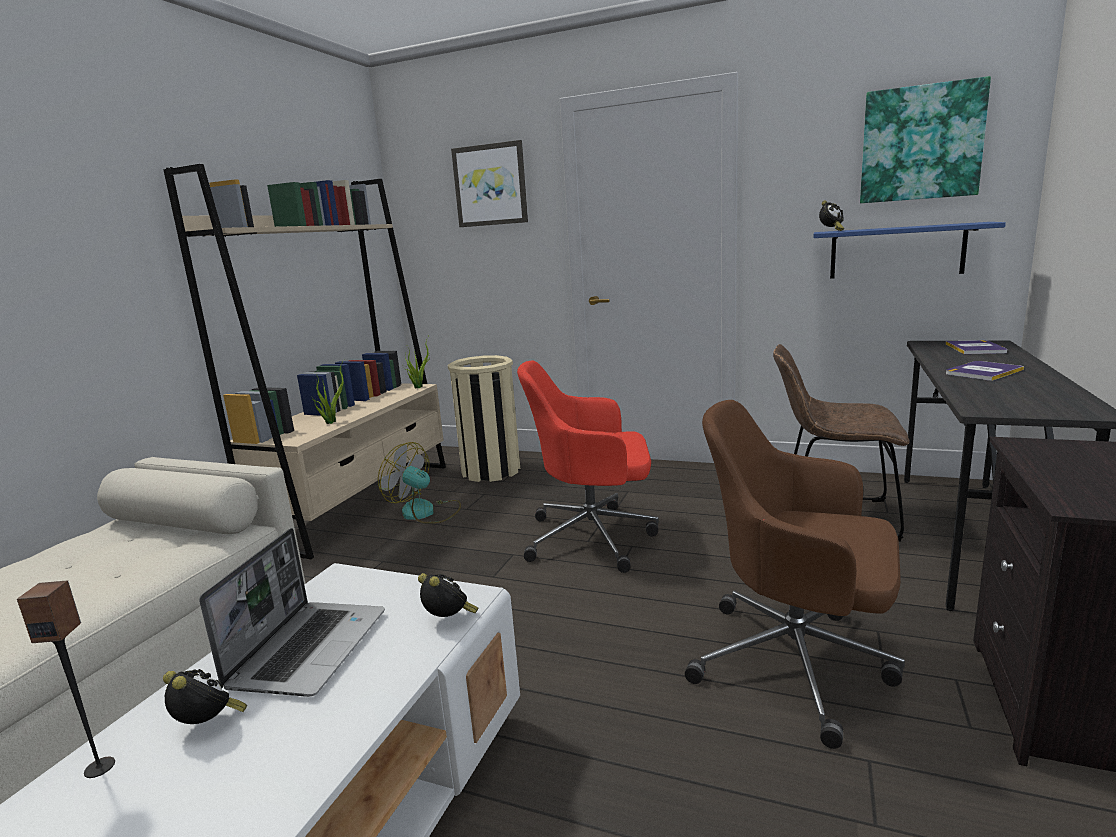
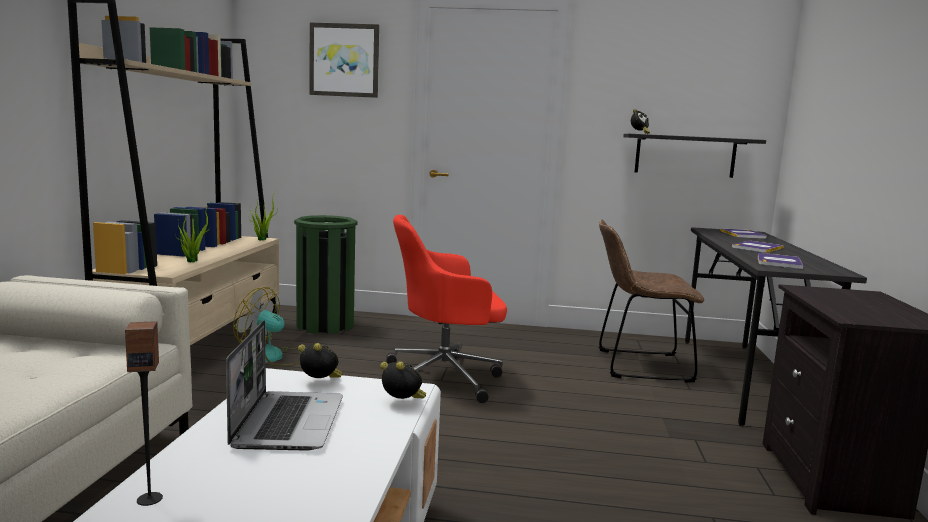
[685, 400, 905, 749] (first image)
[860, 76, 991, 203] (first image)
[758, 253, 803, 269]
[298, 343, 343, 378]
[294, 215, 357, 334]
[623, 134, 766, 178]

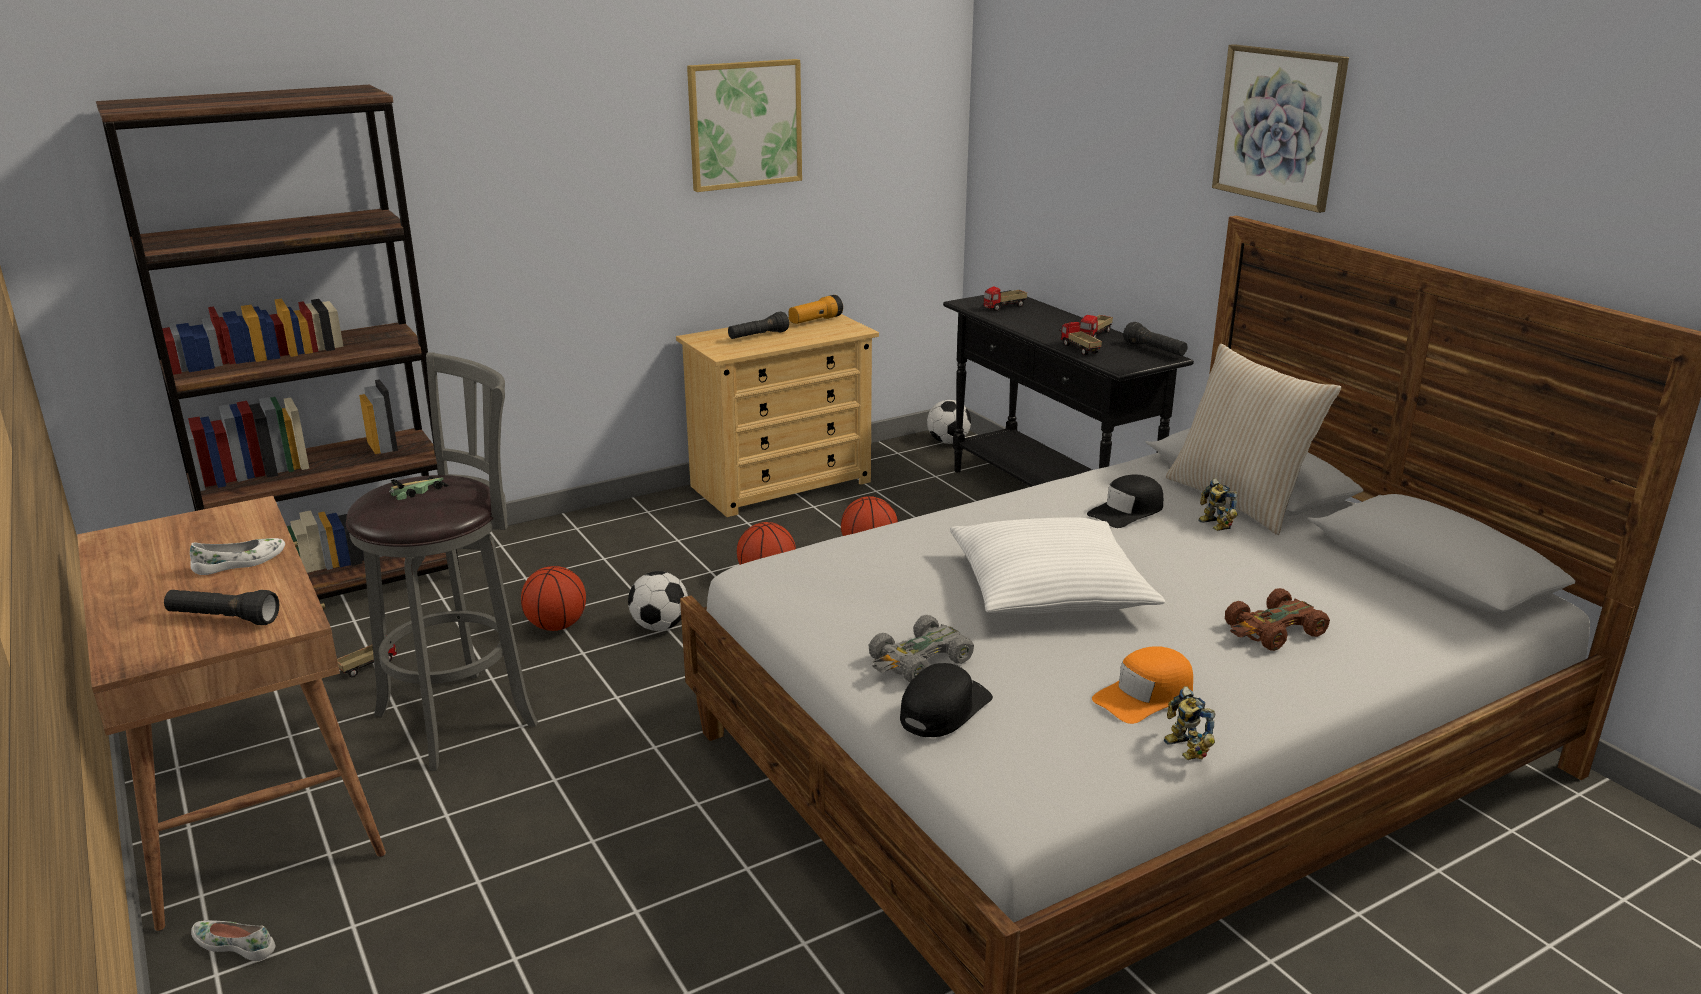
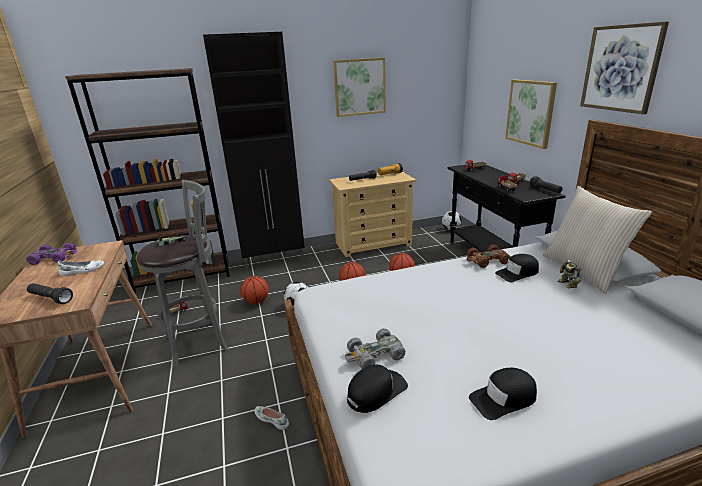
[950, 517, 1165, 614] (first image)
[1163, 686, 1216, 760] (first image)
[26, 243, 77, 265]
[203, 32, 305, 270]
[505, 80, 557, 149]
[255, 406, 289, 430]
[466, 245, 510, 268]
[469, 368, 537, 420]

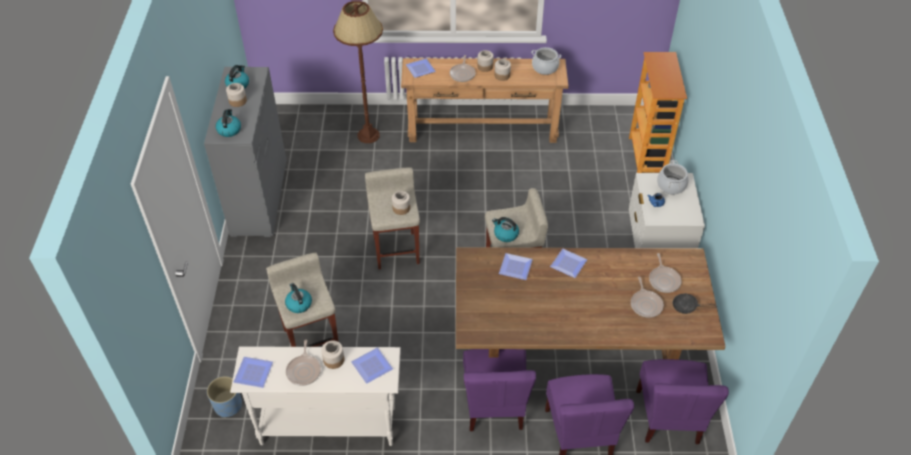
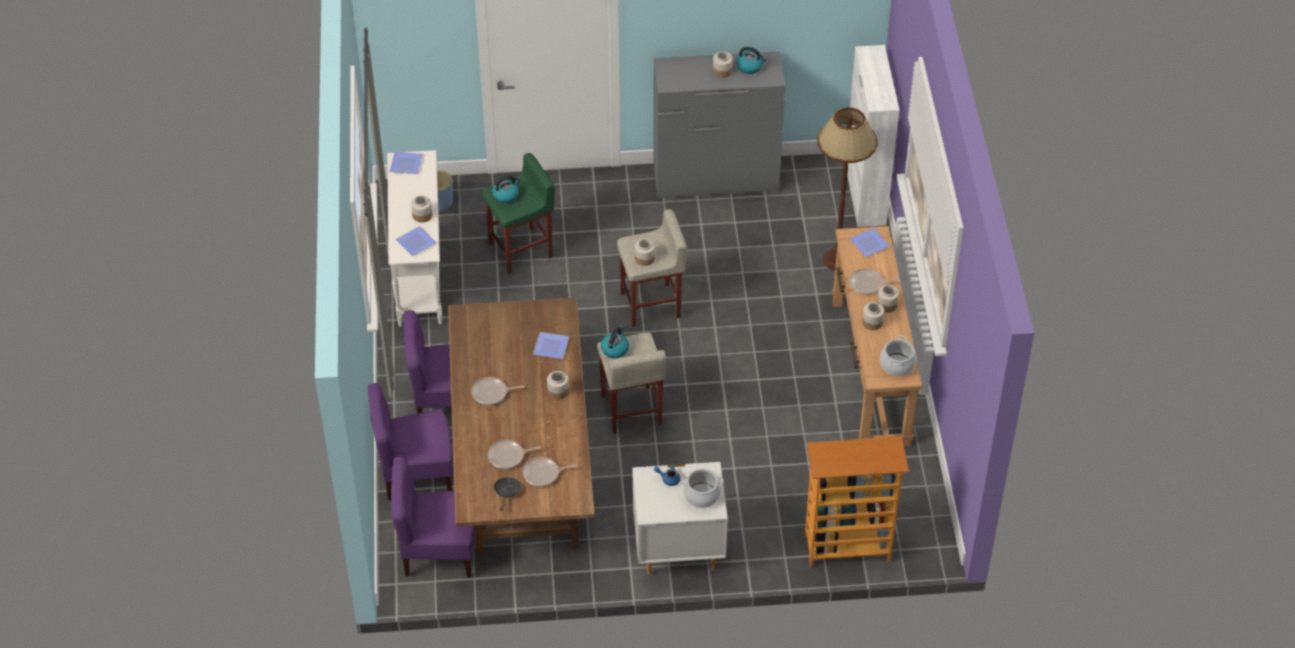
[216, 109, 241, 137] (first image)
[847, 45, 899, 227]
[472, 377, 525, 405]
[547, 371, 569, 400]
[482, 153, 555, 274]

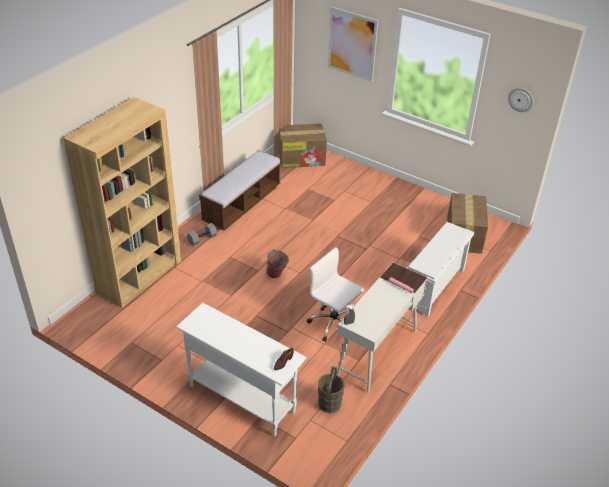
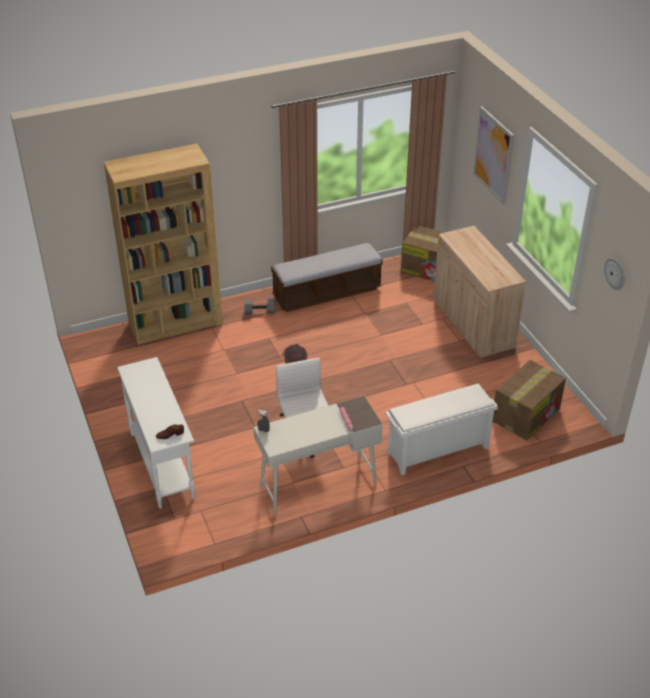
[318, 366, 345, 413] (first image)
[433, 226, 526, 358]

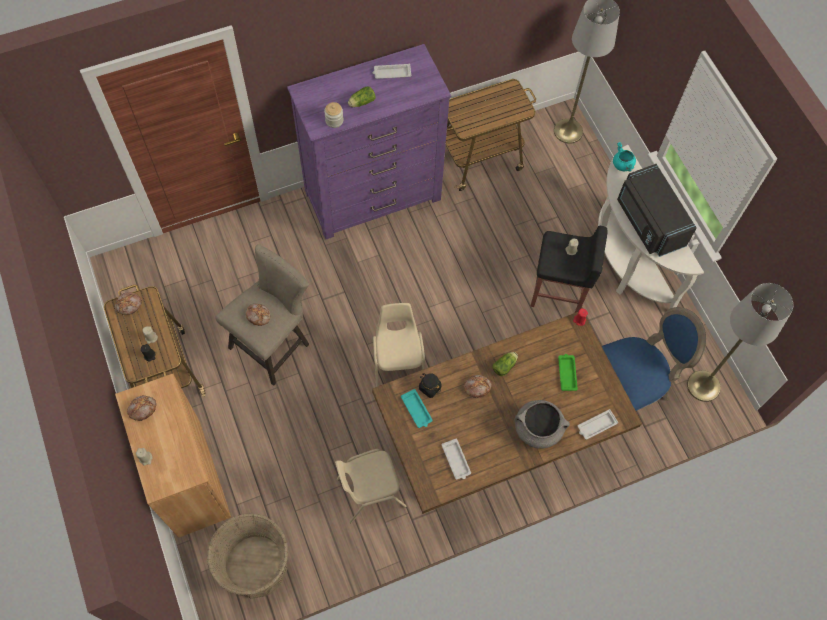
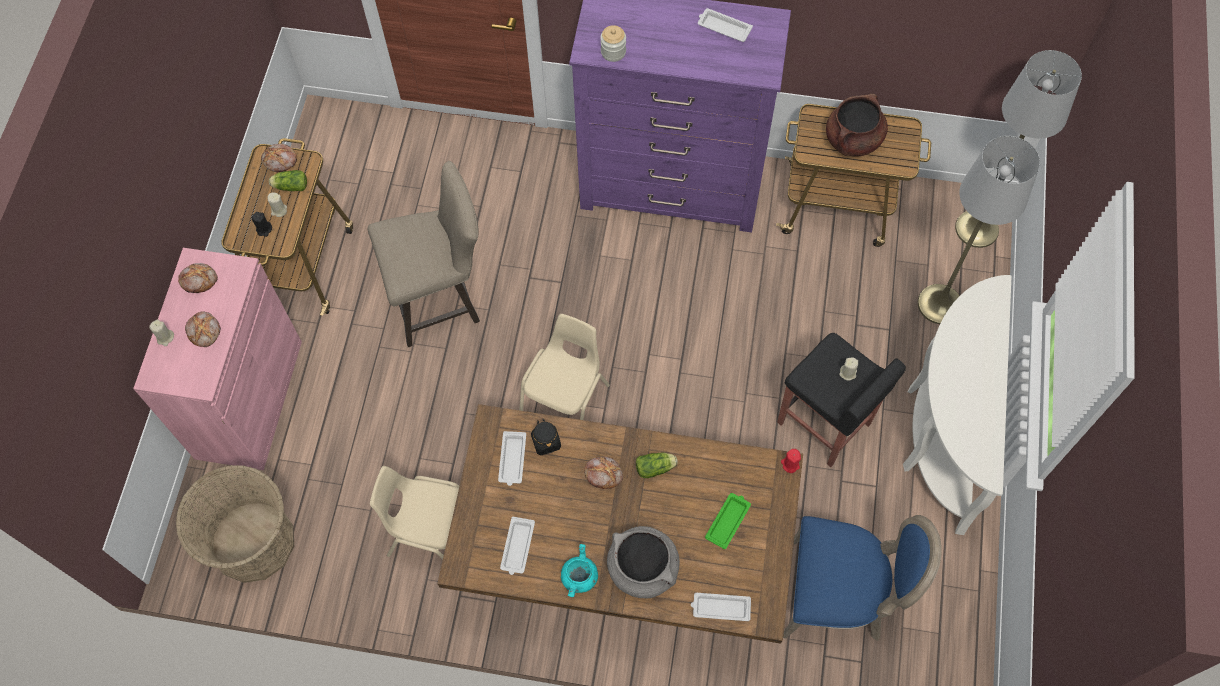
[617, 164, 697, 257] (first image)
[826, 94, 888, 157]
[185, 311, 221, 347]
[269, 170, 307, 191]
[561, 544, 598, 597]
[918, 136, 1040, 324]
[133, 248, 302, 470]
[498, 431, 526, 486]

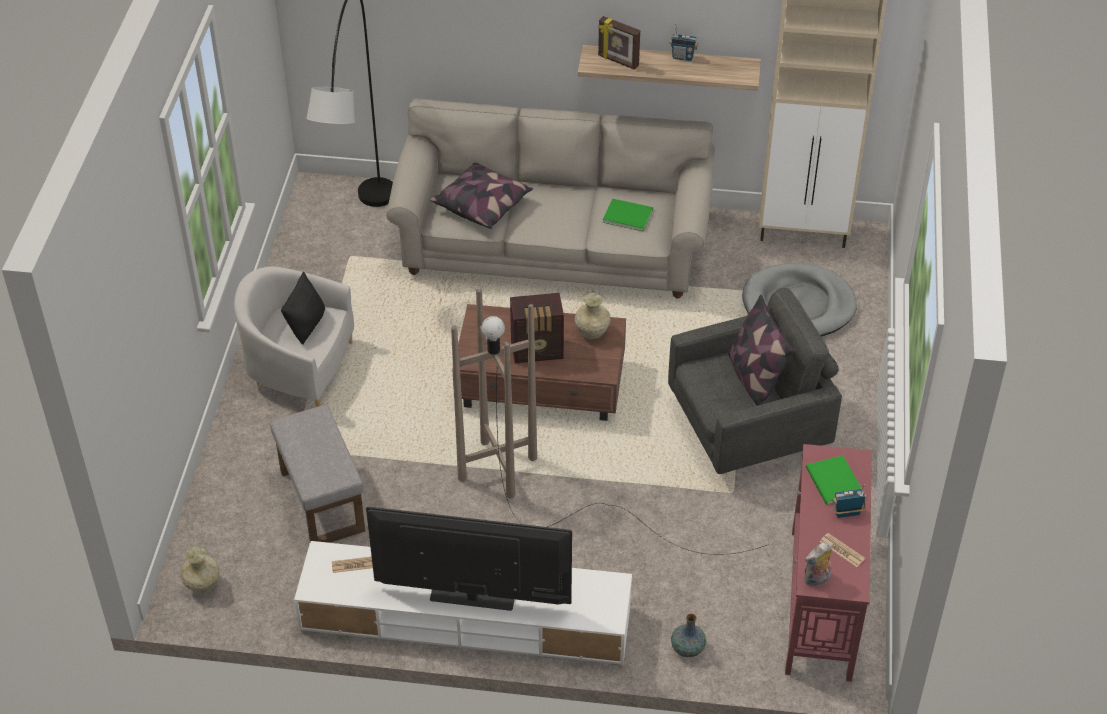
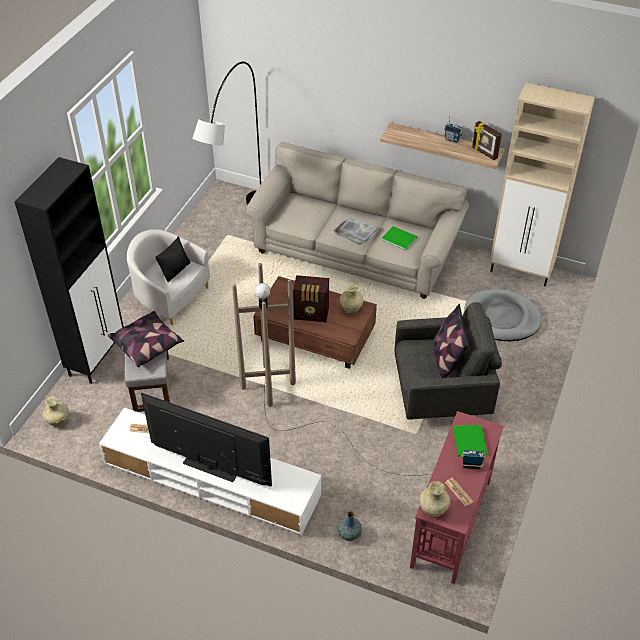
[14, 157, 124, 384]
[334, 218, 380, 245]
[108, 311, 184, 367]
[472, 121, 502, 160]
[419, 481, 450, 517]

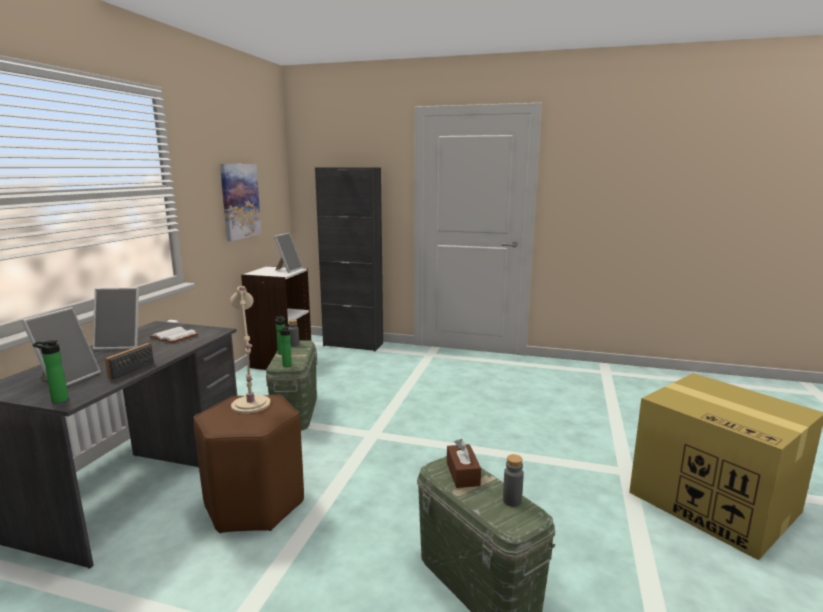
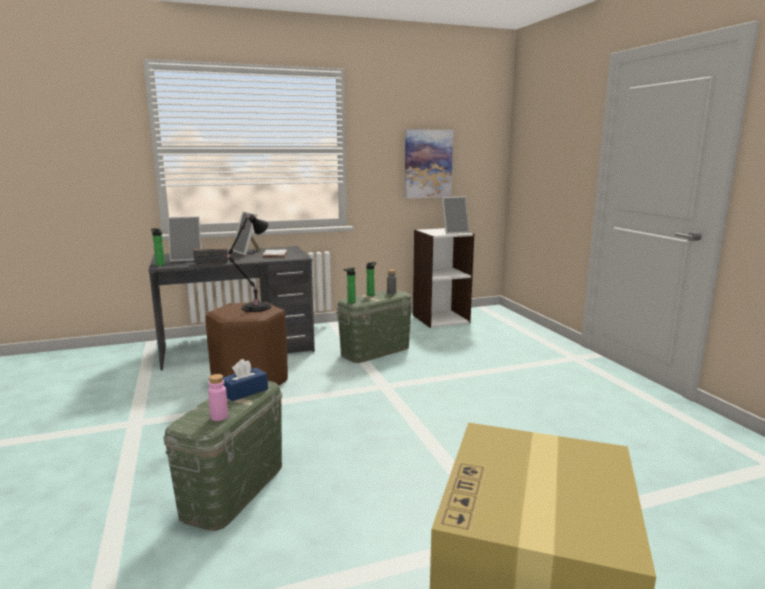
[315, 167, 383, 351] (first image)
[227, 215, 271, 312]
[223, 359, 268, 401]
[208, 374, 228, 421]

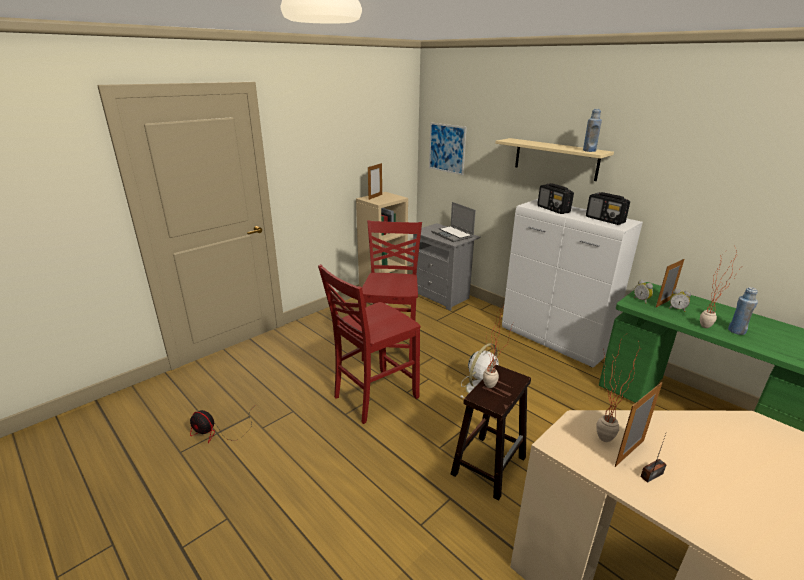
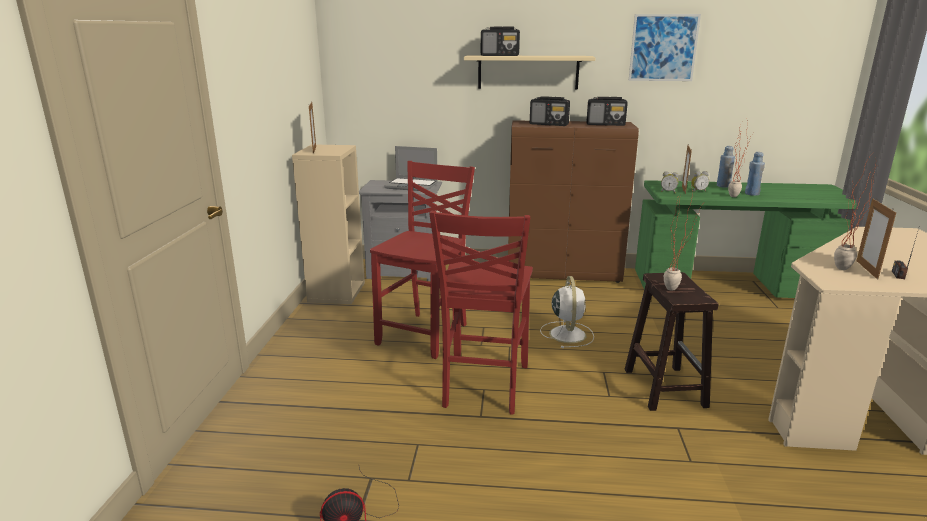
[481, 27, 520, 56]
[629, 14, 701, 81]
[717, 146, 735, 188]
[508, 120, 639, 283]
[370, 161, 475, 359]

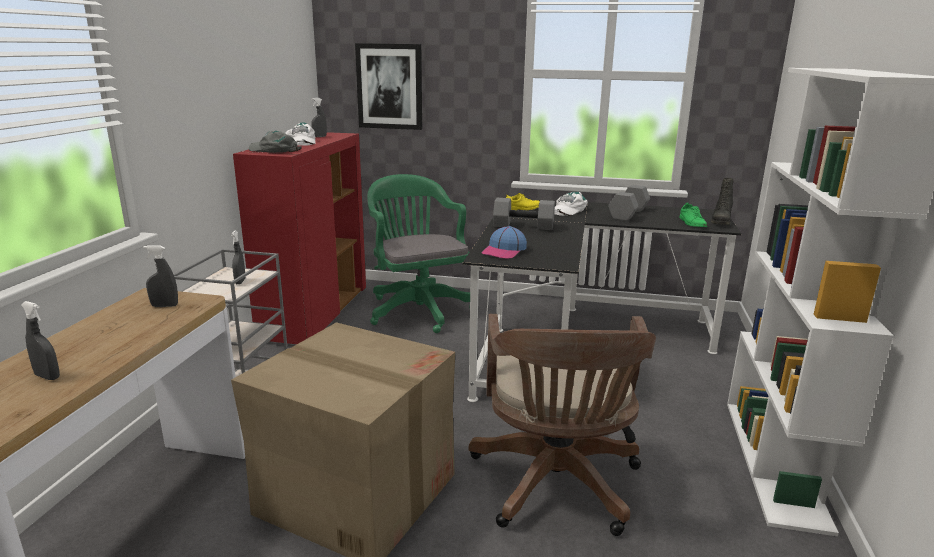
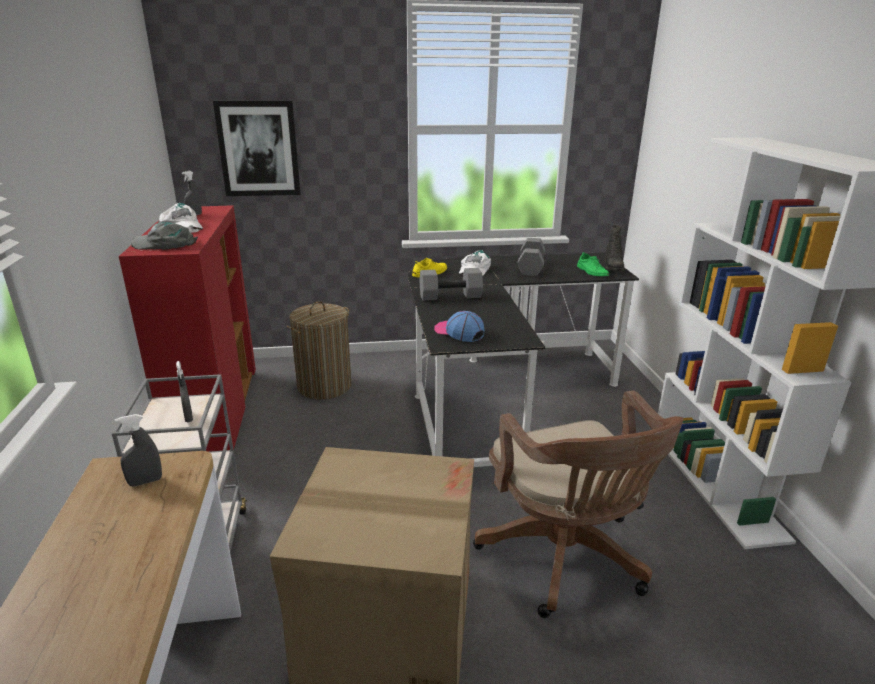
[21, 301, 60, 380] (first image)
[286, 301, 351, 400]
[434, 311, 485, 342]

